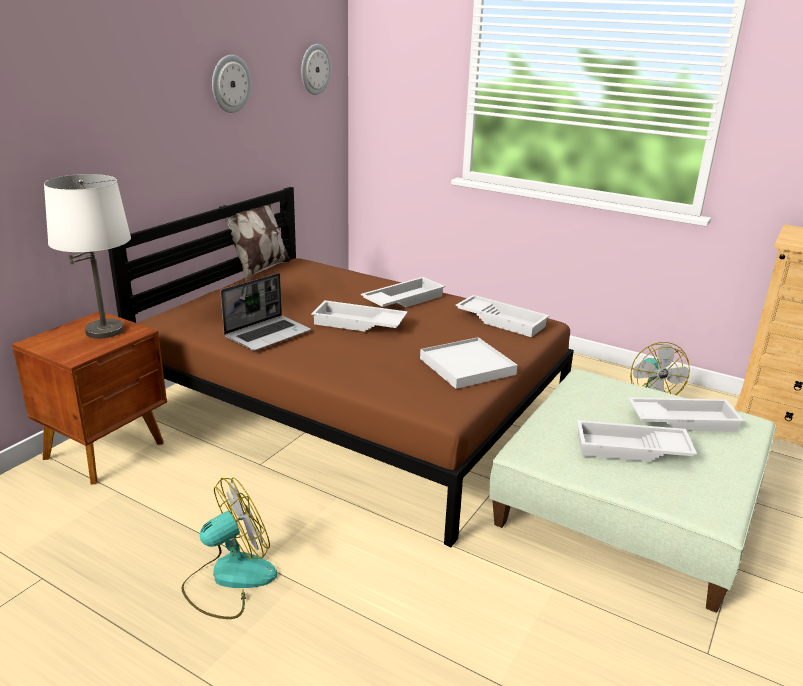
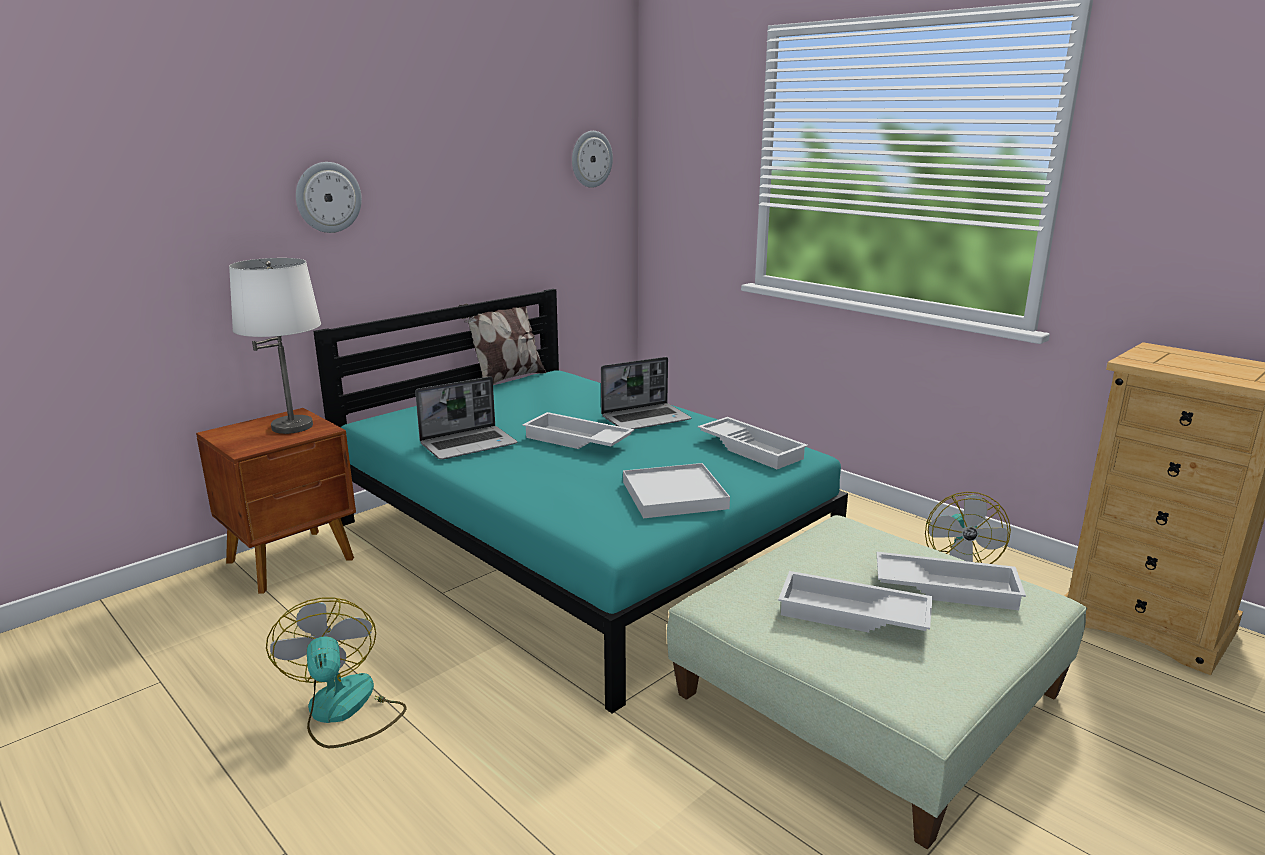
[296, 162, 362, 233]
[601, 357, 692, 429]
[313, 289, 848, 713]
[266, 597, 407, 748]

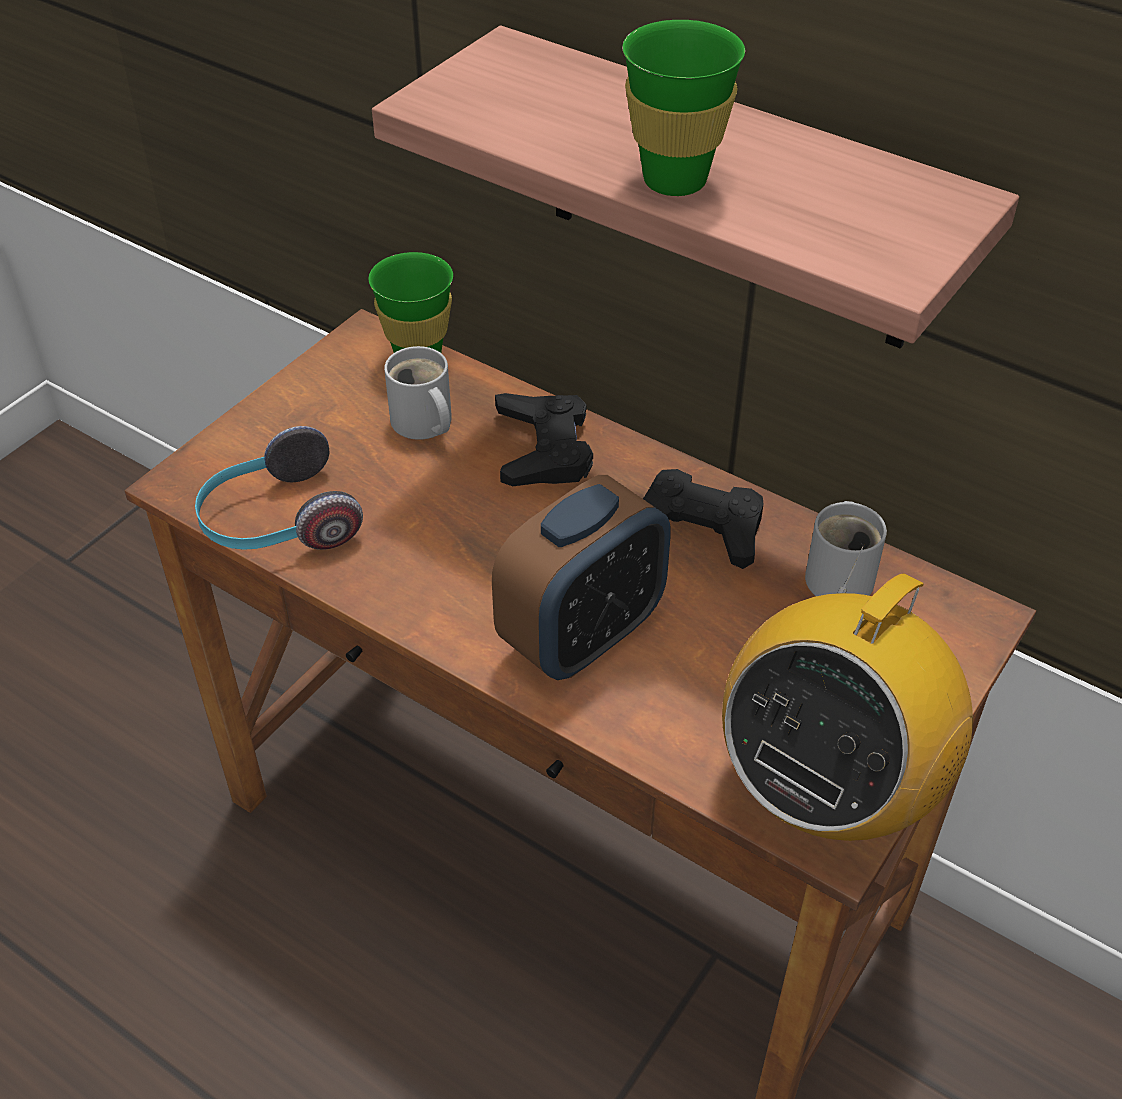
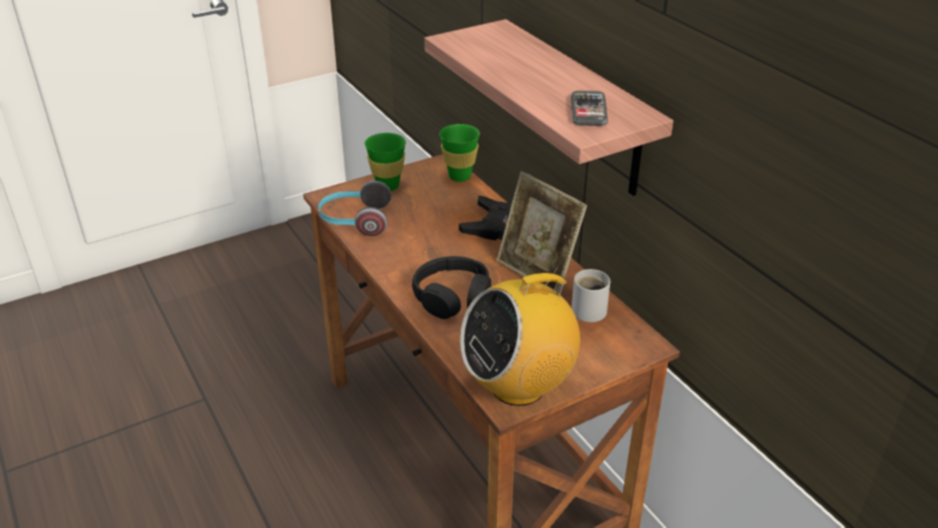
[384, 346, 452, 440] (first image)
[571, 91, 608, 126]
[365, 133, 406, 191]
[412, 256, 491, 319]
[496, 171, 587, 293]

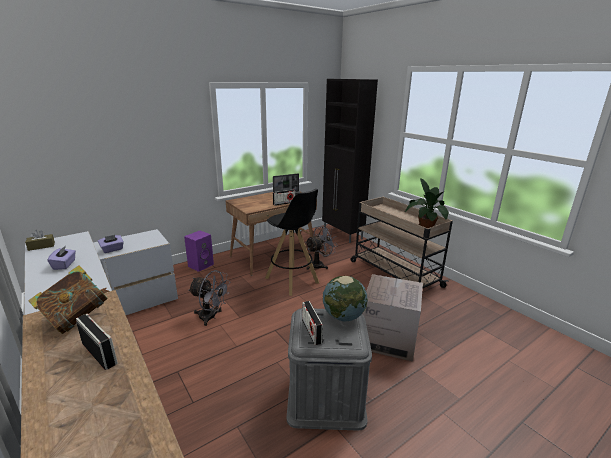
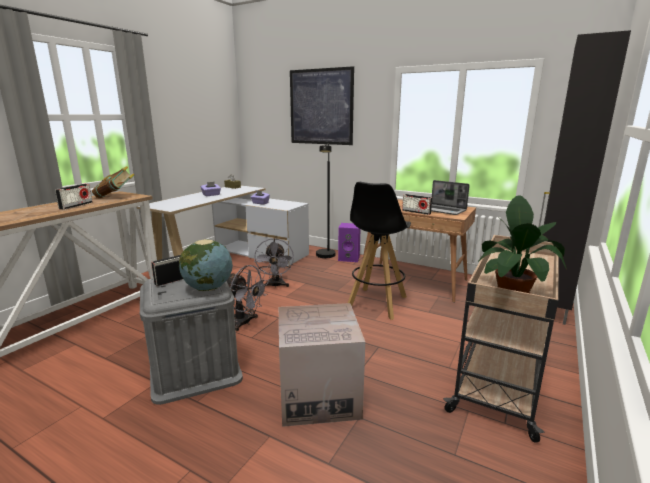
[290, 66, 354, 145]
[316, 143, 335, 258]
[227, 265, 268, 331]

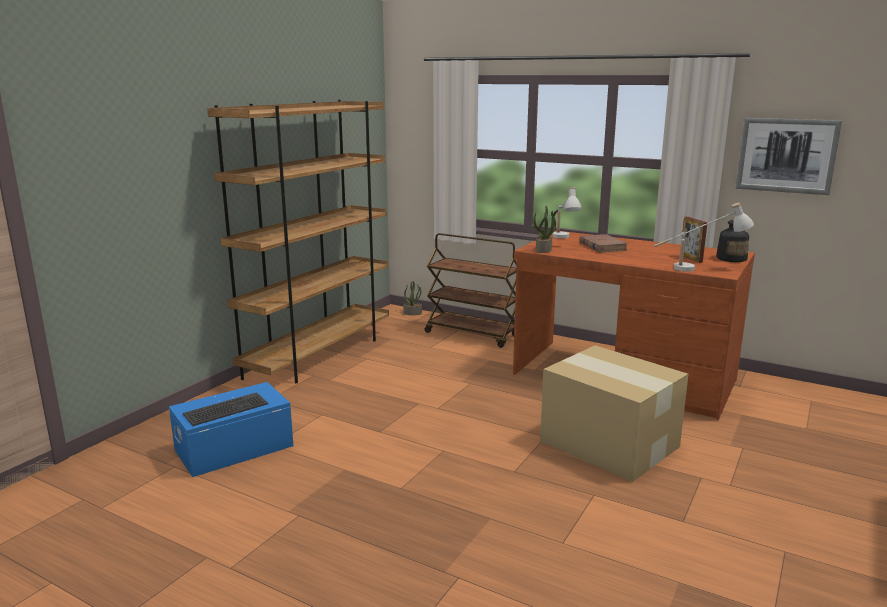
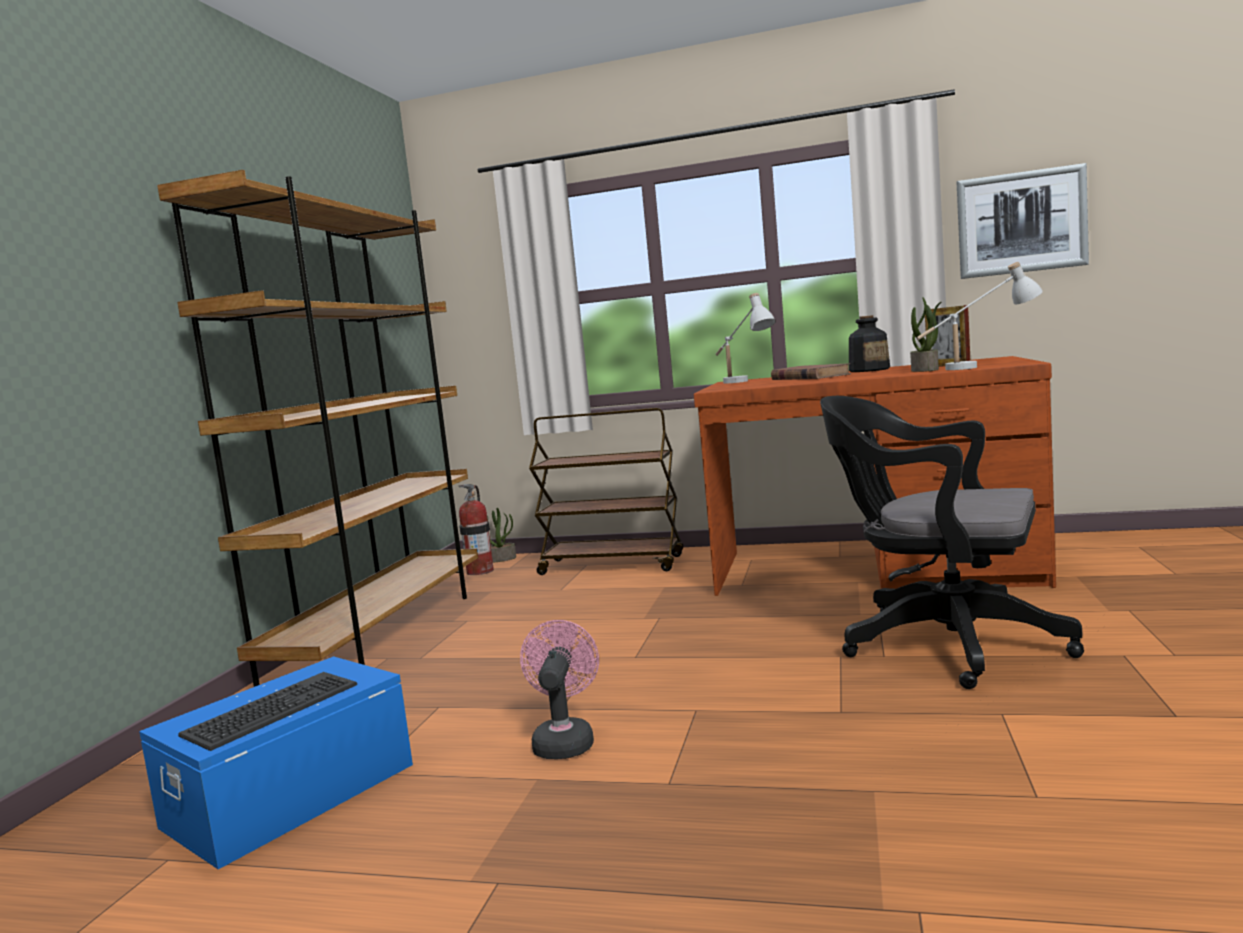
[459, 484, 494, 575]
[520, 620, 599, 759]
[910, 297, 941, 372]
[849, 315, 890, 372]
[820, 396, 1084, 689]

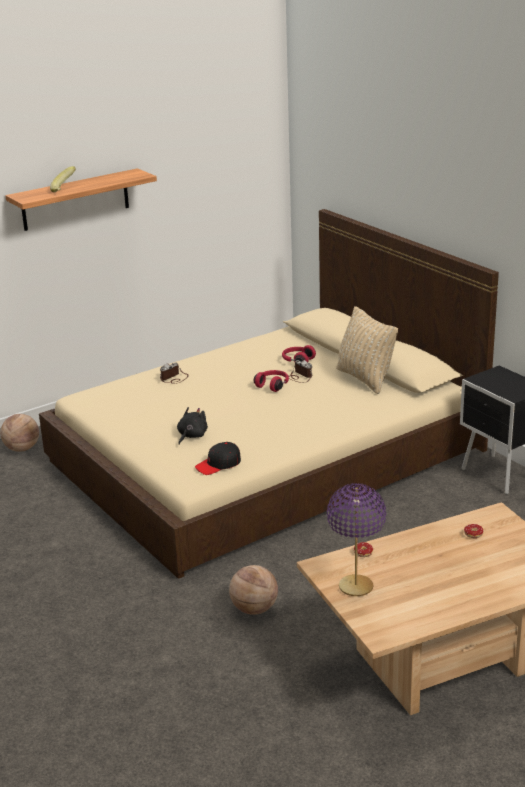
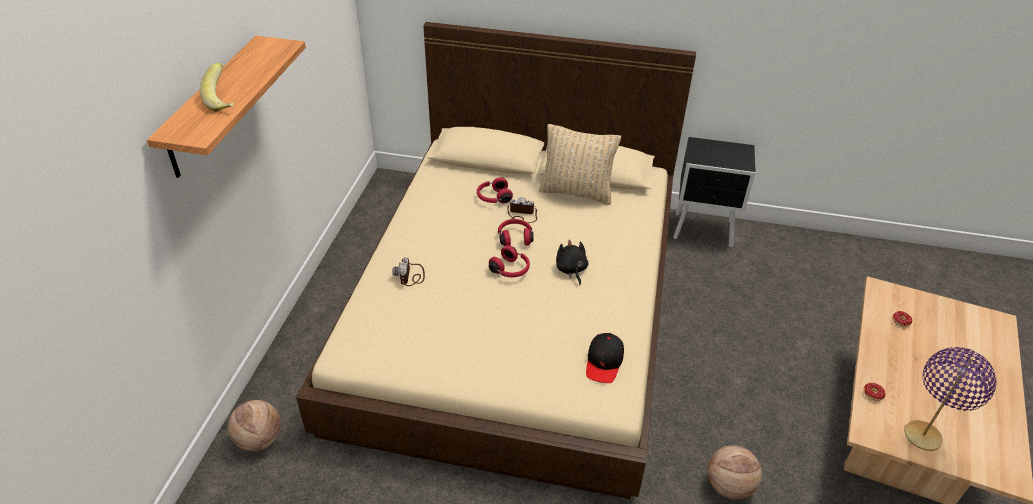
[489, 246, 530, 277]
[556, 240, 588, 285]

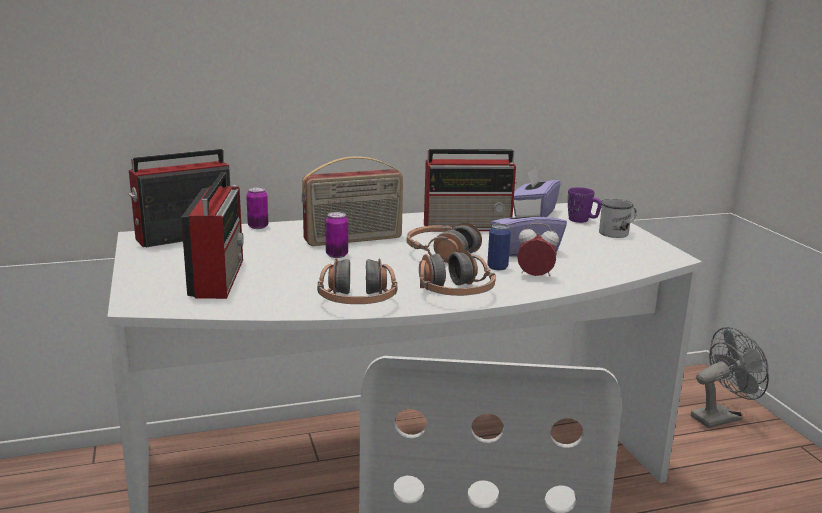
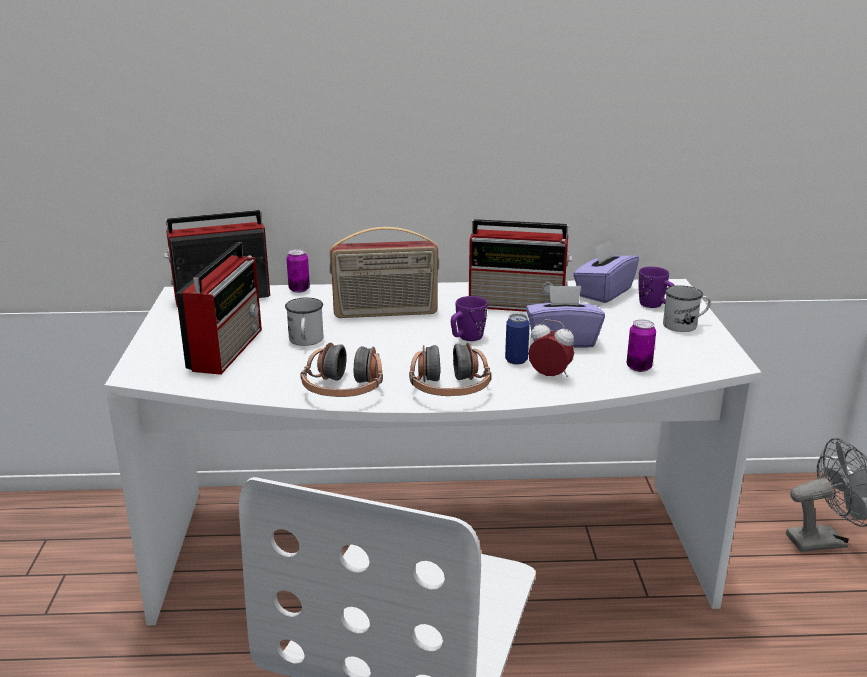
[285, 297, 323, 346]
[627, 319, 656, 372]
[451, 296, 488, 341]

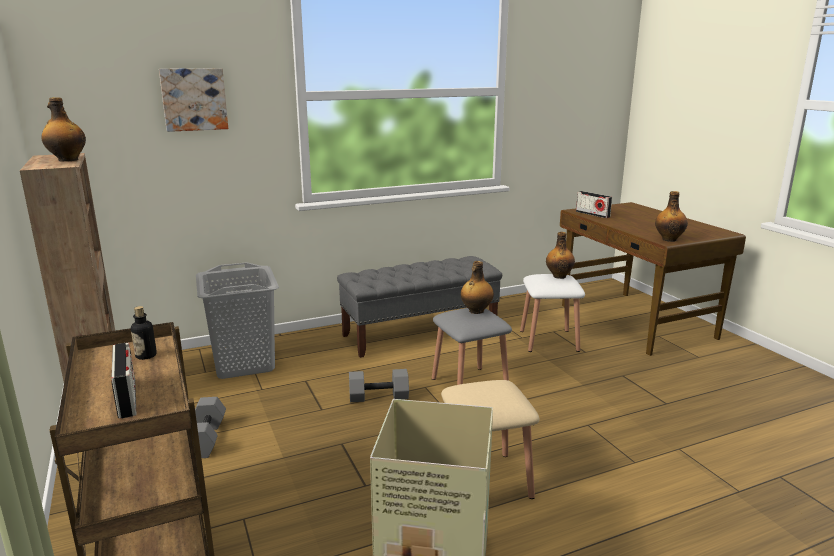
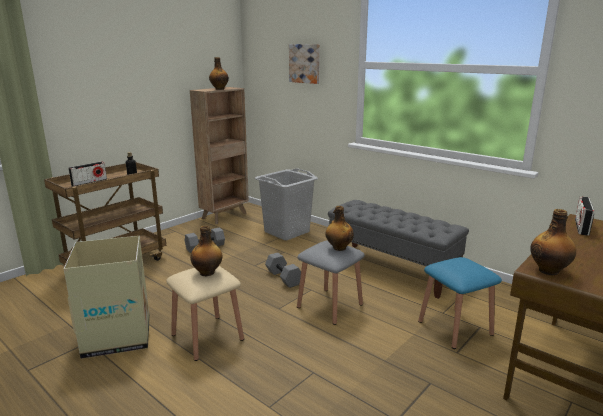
[190, 225, 222, 276]
[418, 257, 502, 349]

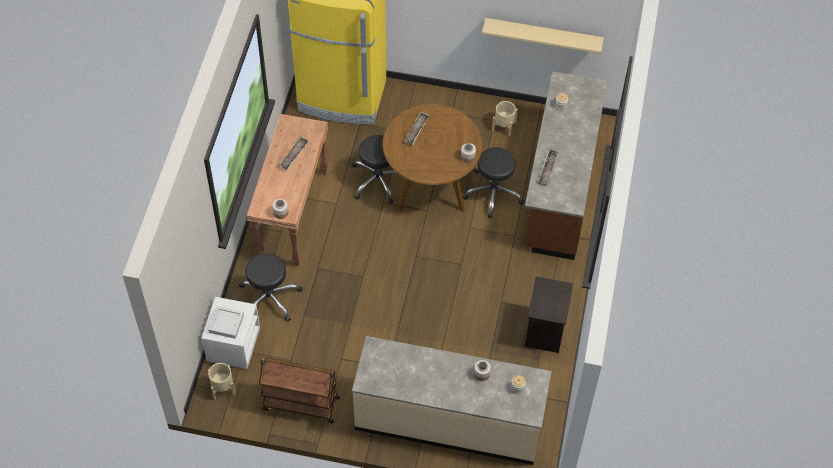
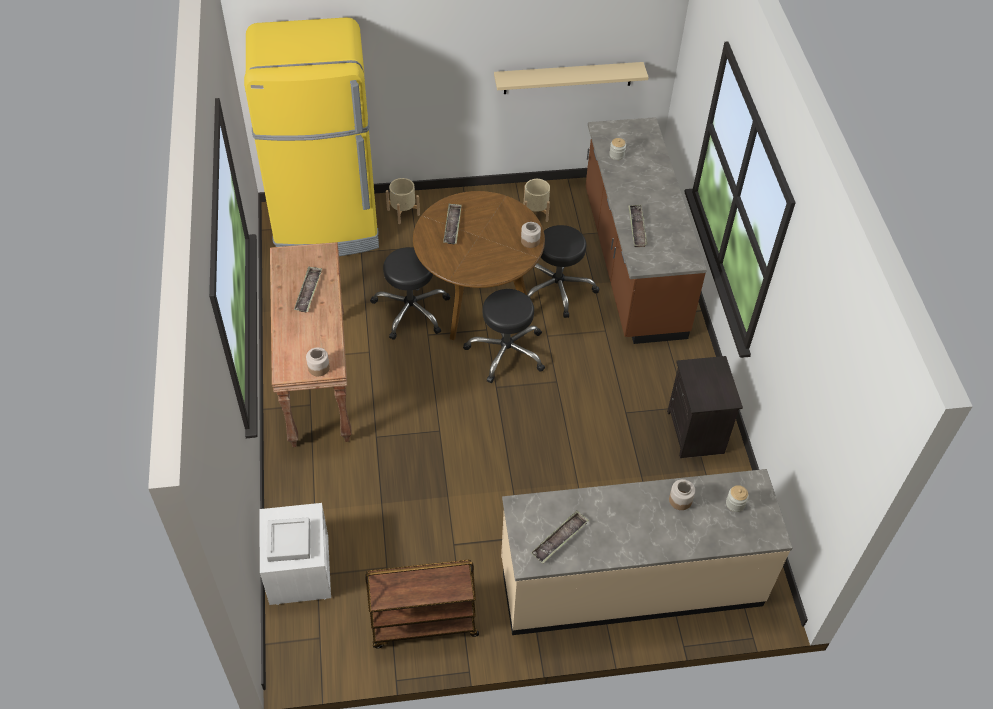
[531, 510, 589, 564]
[386, 178, 420, 224]
[463, 289, 545, 383]

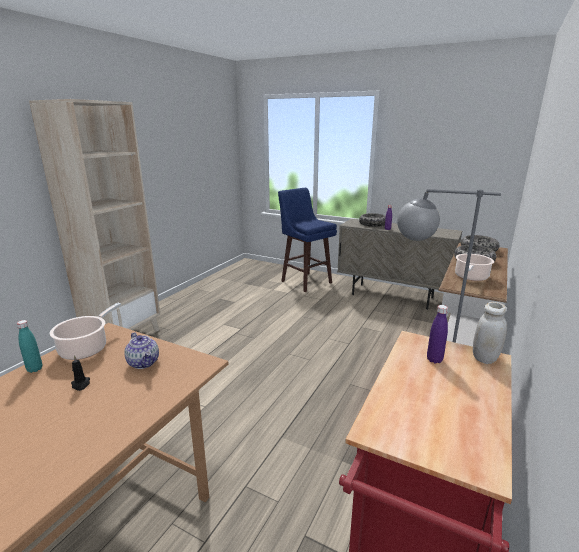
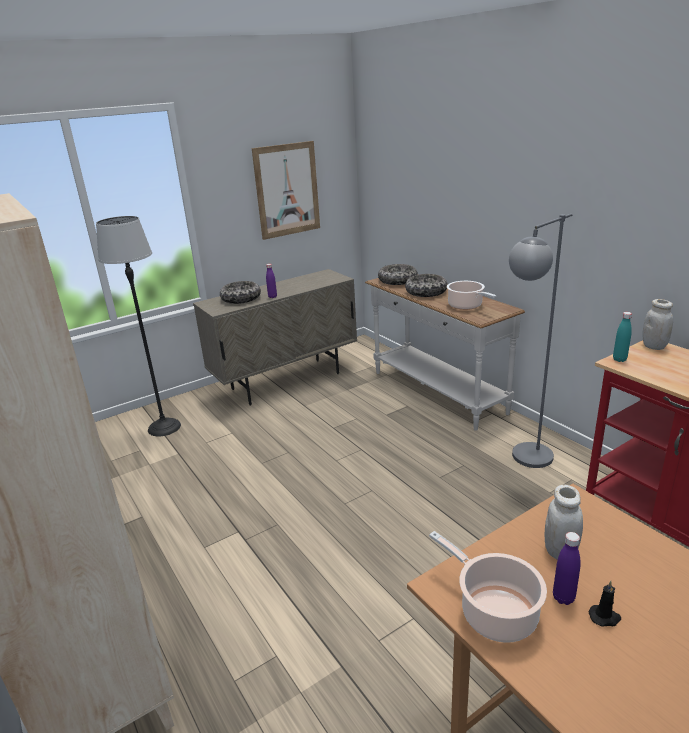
[252, 141, 320, 240]
[613, 312, 632, 362]
[553, 532, 580, 605]
[545, 485, 583, 560]
[96, 216, 181, 436]

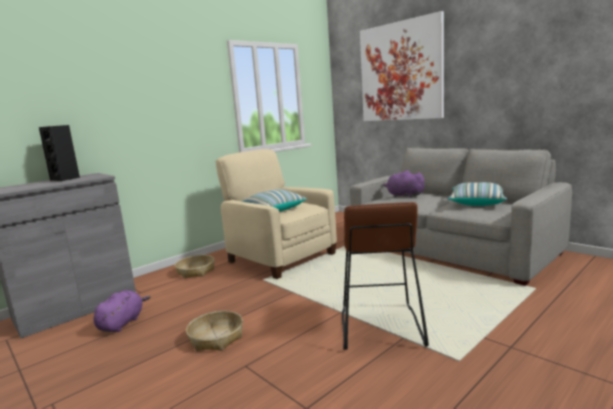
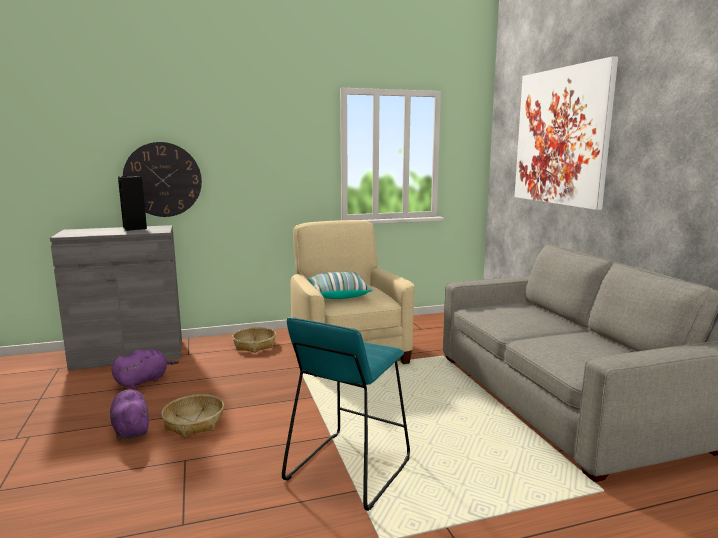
[448, 182, 507, 206] (first image)
[123, 142, 202, 217]
[110, 389, 149, 440]
[282, 317, 410, 511]

